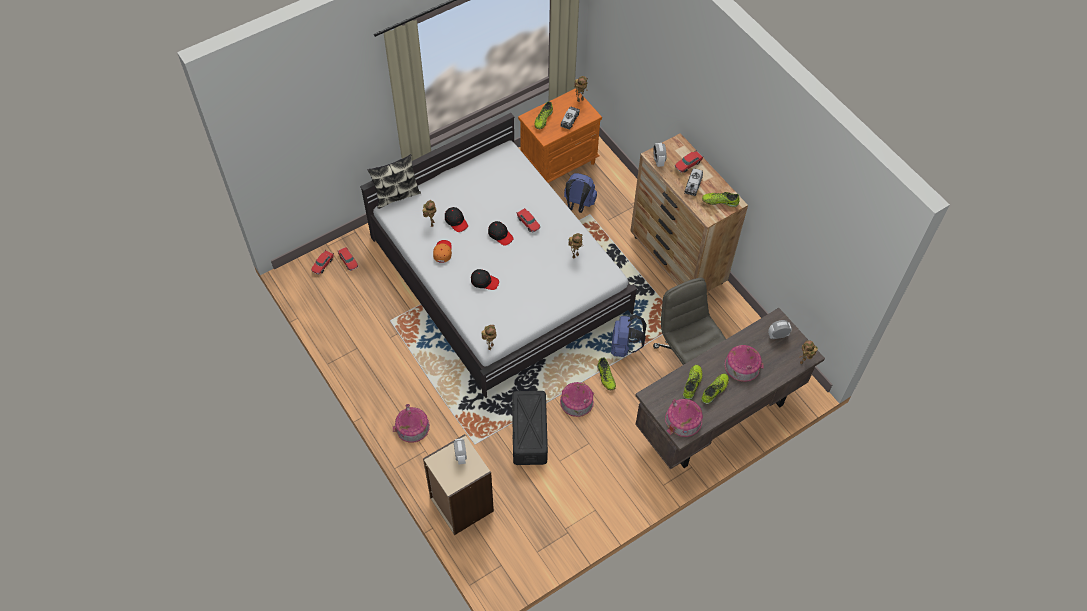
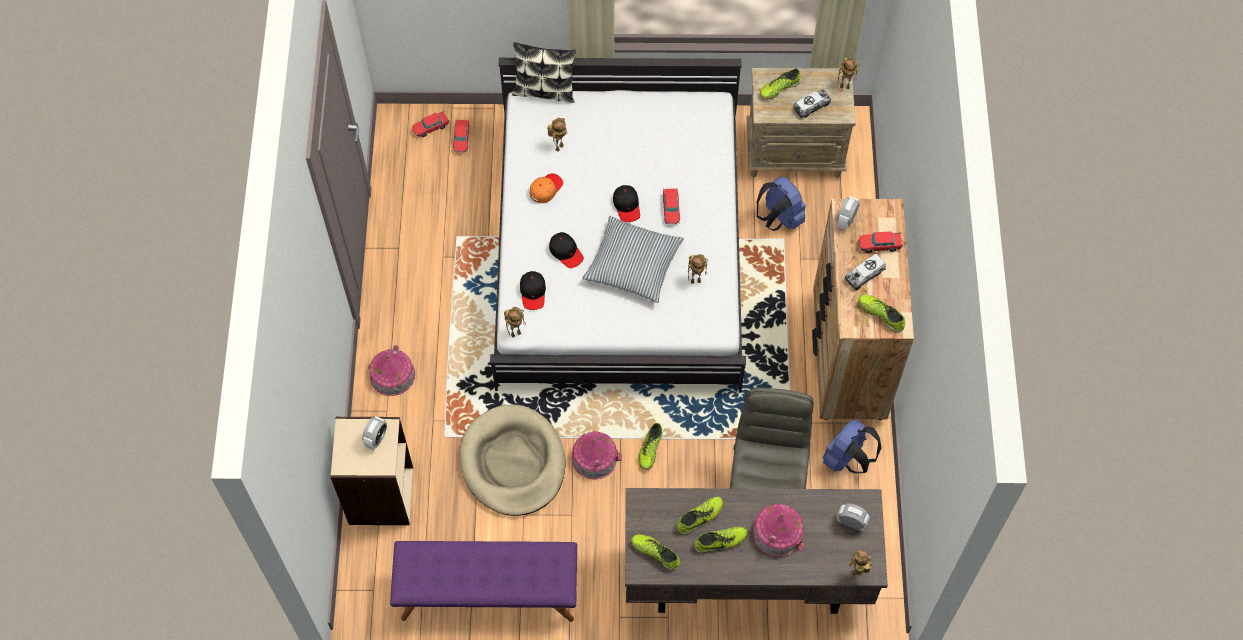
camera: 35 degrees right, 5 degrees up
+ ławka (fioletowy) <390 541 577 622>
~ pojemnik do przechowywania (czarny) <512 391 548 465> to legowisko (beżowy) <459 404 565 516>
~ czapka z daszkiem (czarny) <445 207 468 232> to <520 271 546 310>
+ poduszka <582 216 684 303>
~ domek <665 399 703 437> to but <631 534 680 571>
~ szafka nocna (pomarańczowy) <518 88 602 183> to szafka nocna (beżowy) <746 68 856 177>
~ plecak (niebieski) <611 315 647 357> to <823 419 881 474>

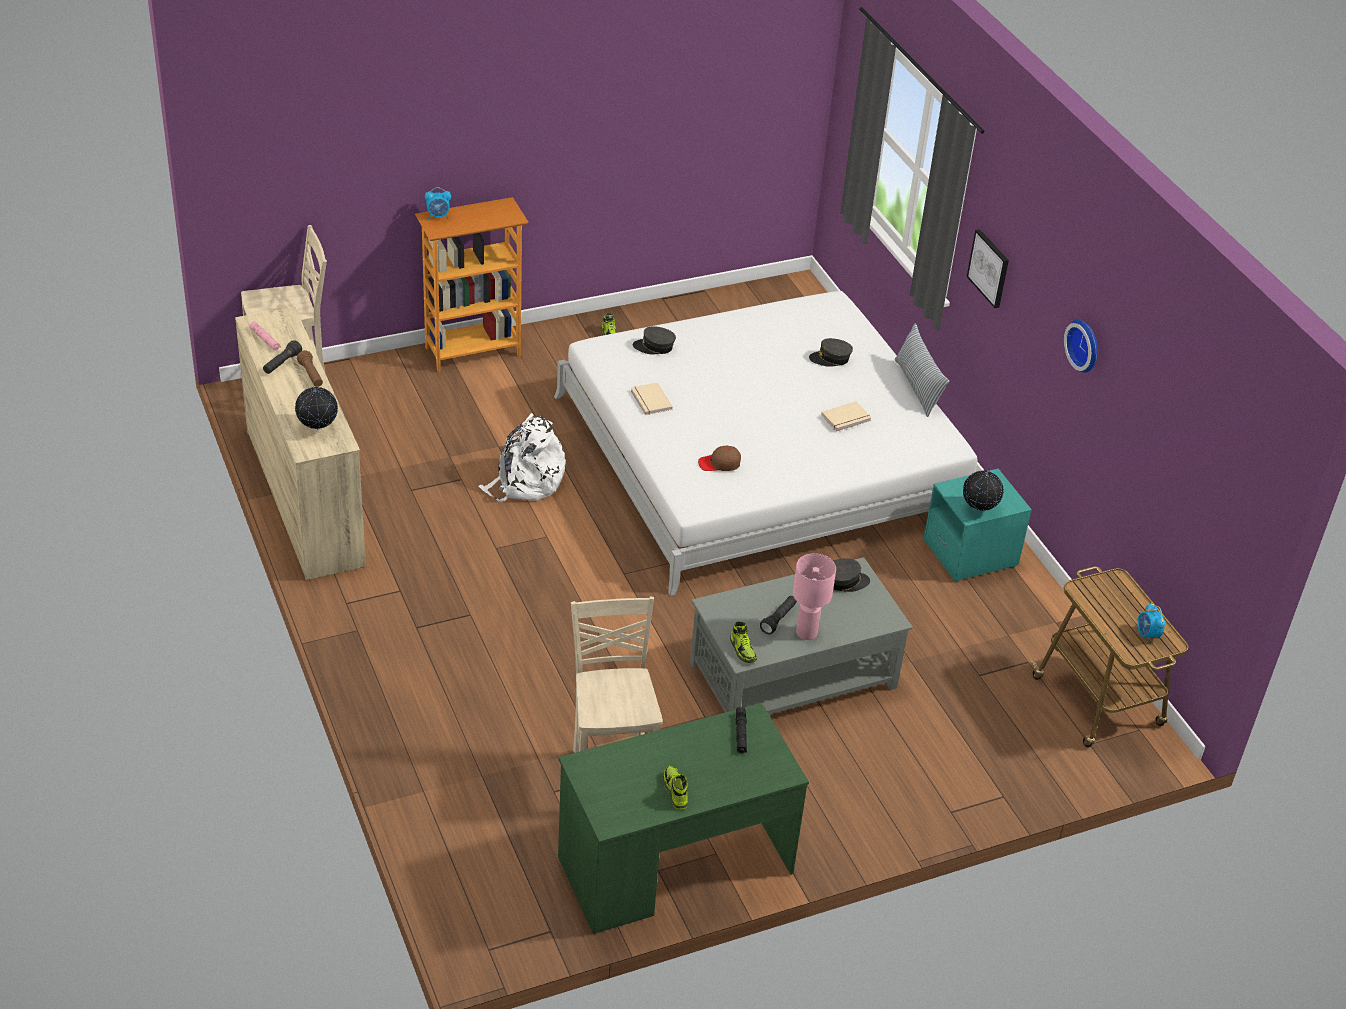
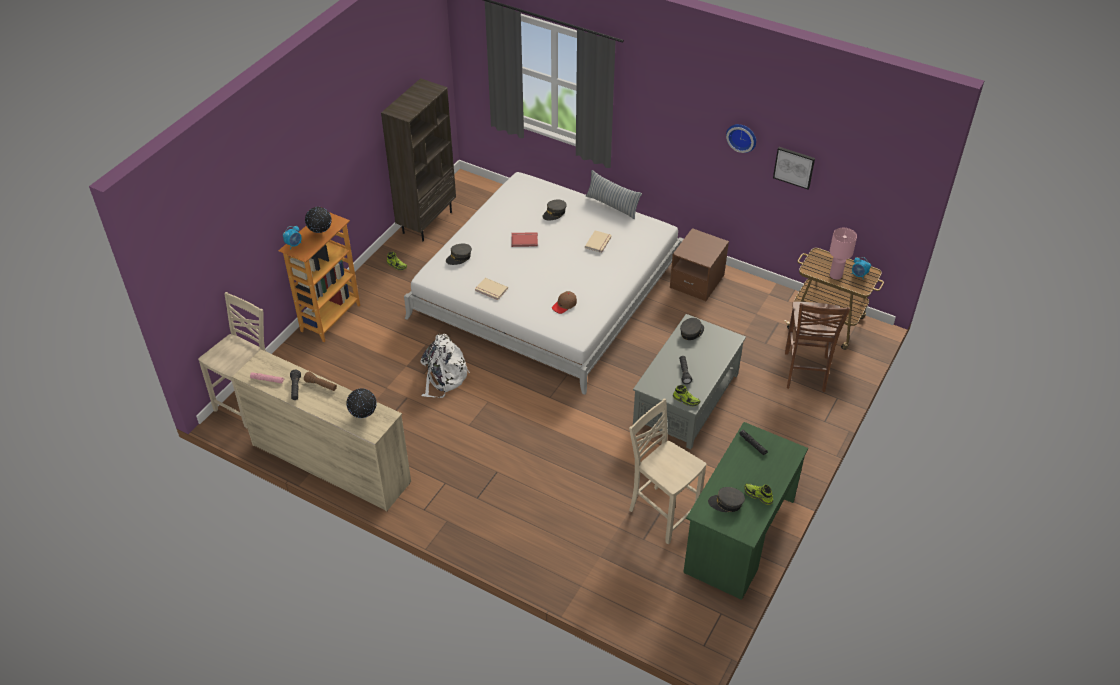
camera: 35 degrees left, 5 degrees up
~ globus <963 470 1004 511> to <305 207 332 233>
+ regał (brązowy) <381 78 456 241>
+ książka (czerwony) <511 232 538 247>
~ szafka nocna (turkusowy) <923 469 1032 582> to szafka nocna (brązowy) <670 228 729 301>
+ czapka z daszkiem (szary) <708 487 745 512>
~ obraz <967 229 1009 308> to <773 147 815 189>
+ krzesło (brązowy) <785 302 850 392>
~ lampa stołowa (różowy) <793 553 836 640> to <830 228 857 280>

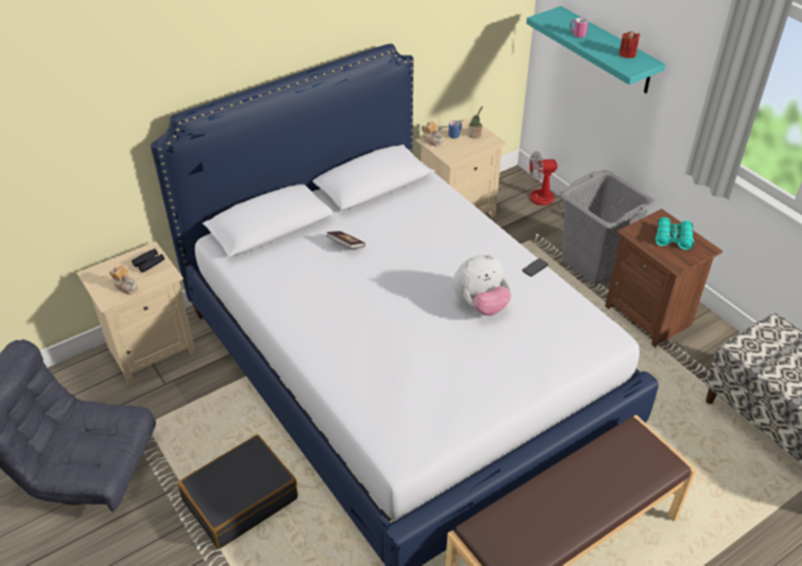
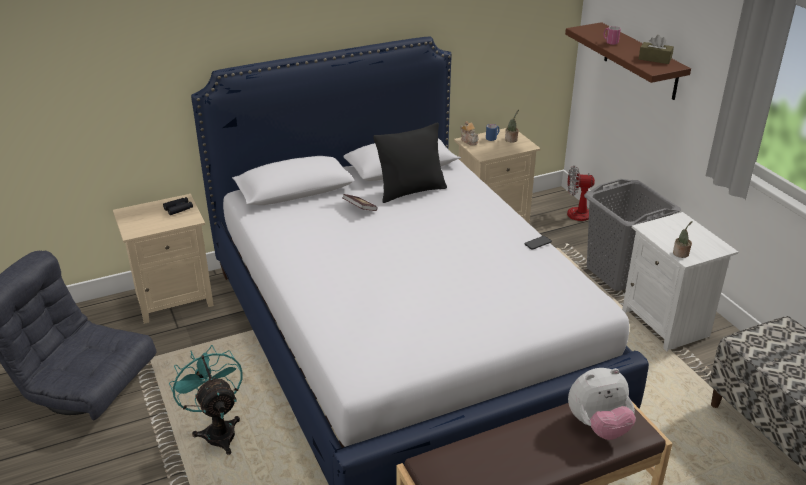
camera: 10 degrees right, 10 degrees down
~ walizka (czarny) <178 435 298 549> to wentylator (turkusowy) <169 345 243 455>
+ poduszka (czarny) <373 122 447 203>
~ półka (turkusowy) <526 6 666 93> to półka (brązowy) <565 22 691 100>
~ pluszak <453 254 511 316> to <568 368 636 440>
~ szafka nocna (brązowy) <605 209 723 348> to szafka nocna (biały) <622 212 738 351>
~ świeca (czerwony) <619 31 640 58> to pudełko chusteczek (brązowy) <639 35 674 64>
+ roślina doniczkowa <673 221 693 258>
- imbryk <110 265 138 294>
- lornetka (turkusowy) <655 217 694 250>

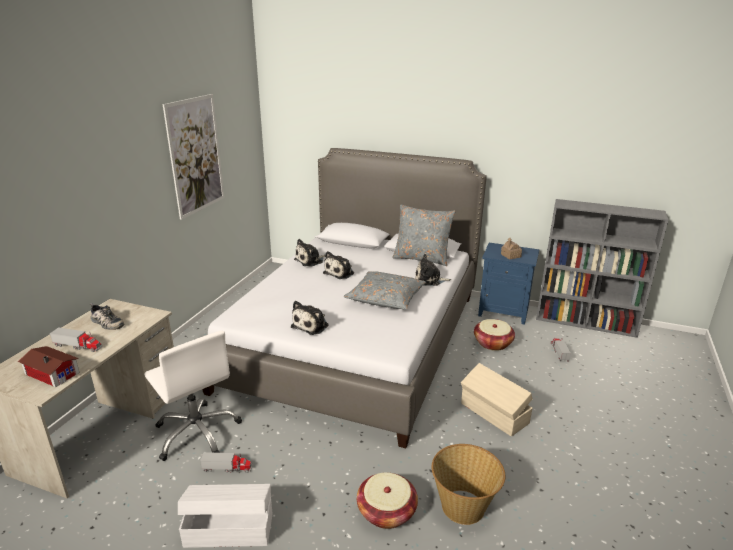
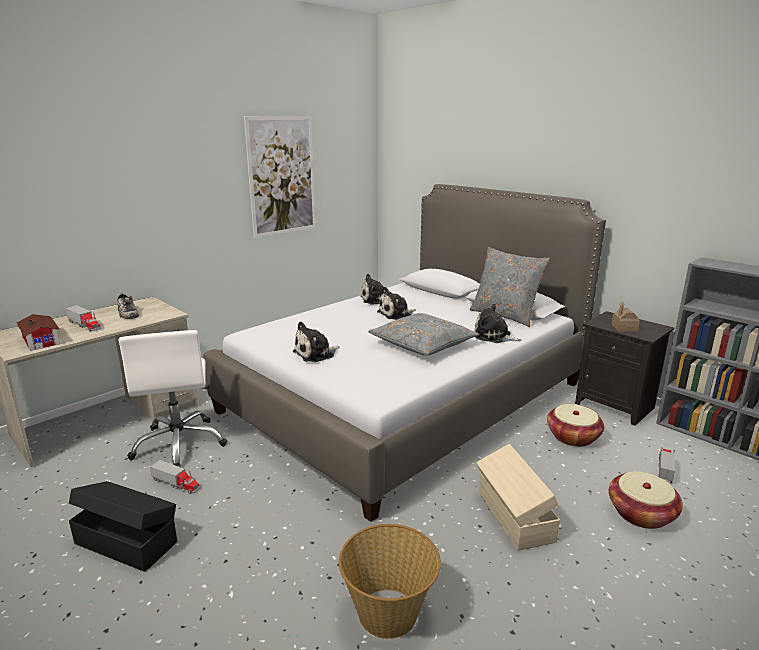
camera: 25 degrees right, 5 degrees down
~ pojemnik do przechowywania (biały) <178 484 272 548> to pojemnik do przechowywania (czarny) <69 481 177 572>
~ szafka nocna (niebieski) <478 243 539 325> to szafka nocna (czarny) <575 311 674 426>
~ koszyk <357 473 418 529> to <609 471 683 529>

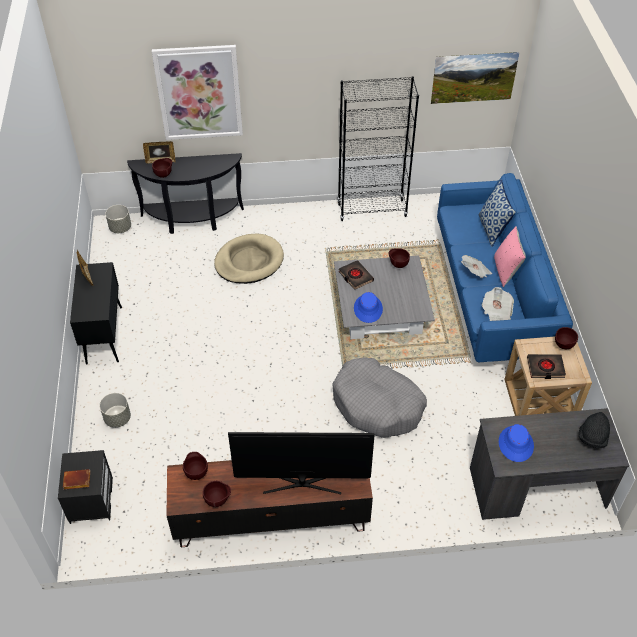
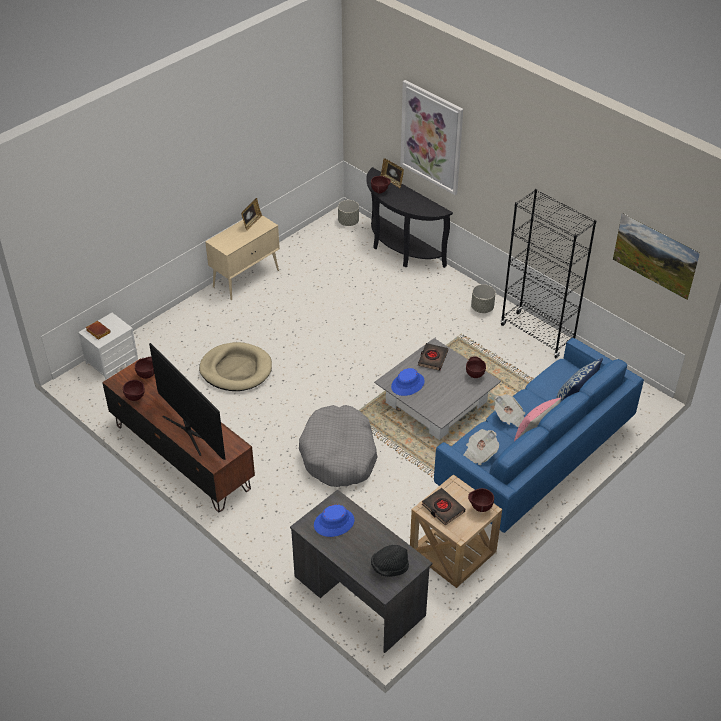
camera: 50 degrees right, 5 degrees down
~ szafka nocna (czarny) <58 450 113 524> to szafka nocna (biały) <78 313 138 380>
~ legowisko (beżowy) <214 234 284 284> to <199 342 272 391>
~ szafka (czarny) <70 262 122 365> to szafka (beżowy) <205 215 280 300>
~ donica (szary) <100 393 131 428> to <471 284 496 313>

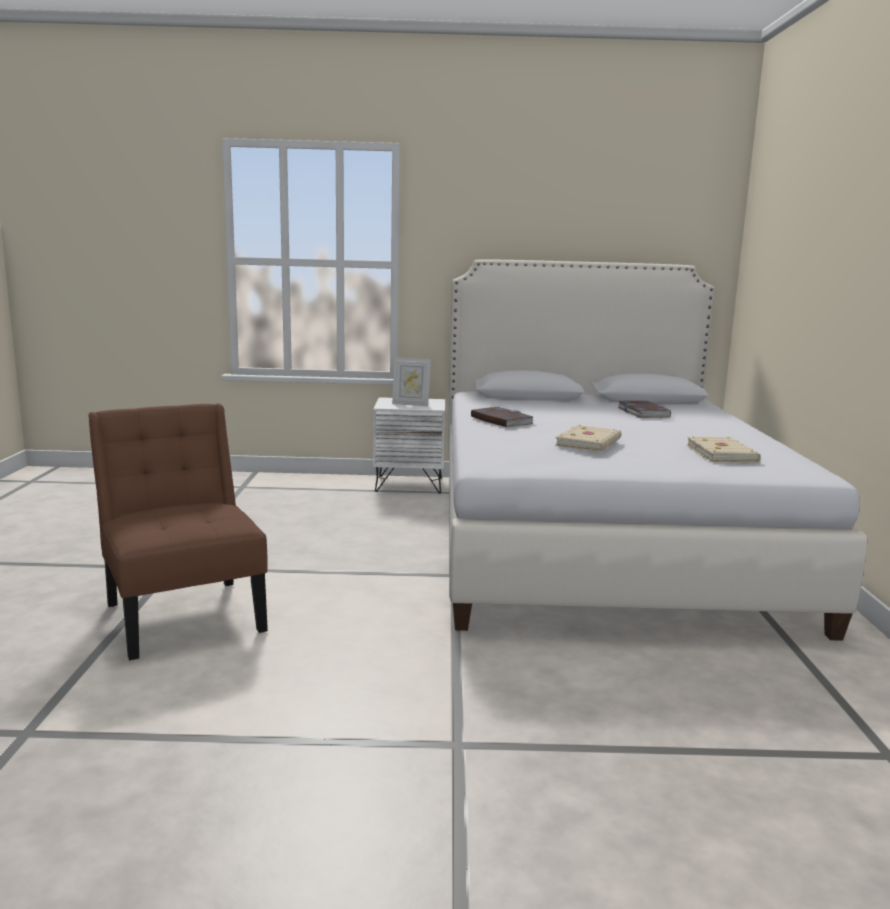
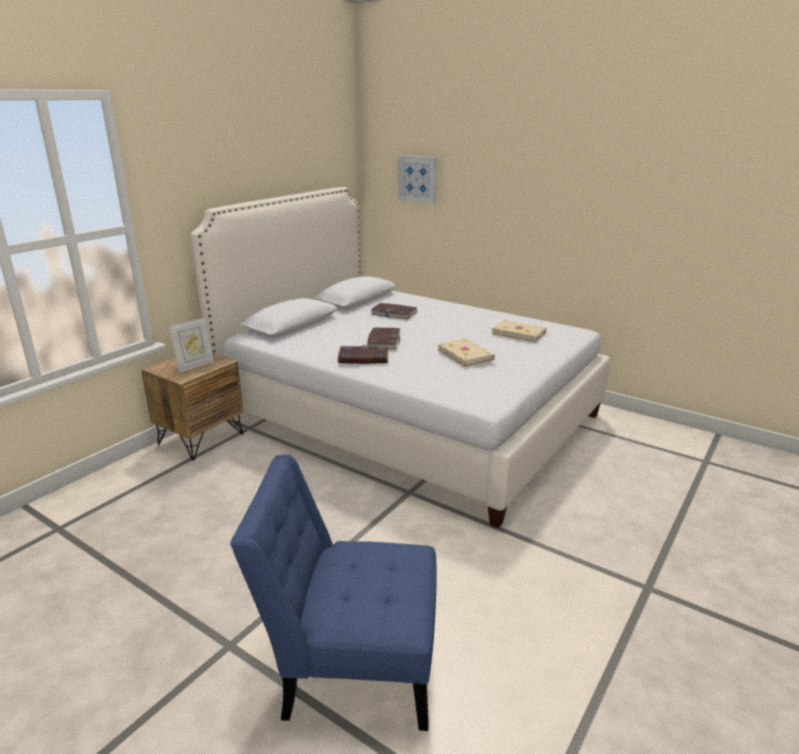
camera: 55 degrees left, 10 degrees up
~ szafka nocna (biały) <373 397 445 494> to szafka nocna (brązowy) <141 353 244 460>
~ krzesło (brązowy) <88 403 268 660> to krzesło (niebieski) <230 455 437 731>
+ książka <367 328 401 350>
+ obraz <398 155 437 204>

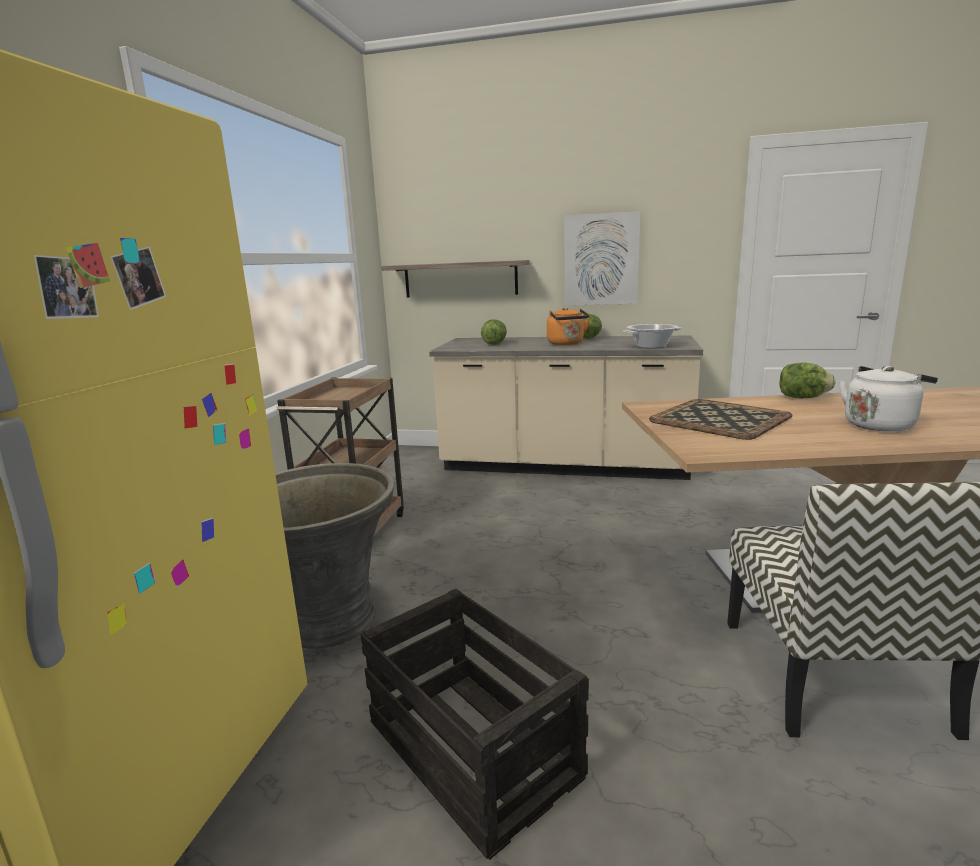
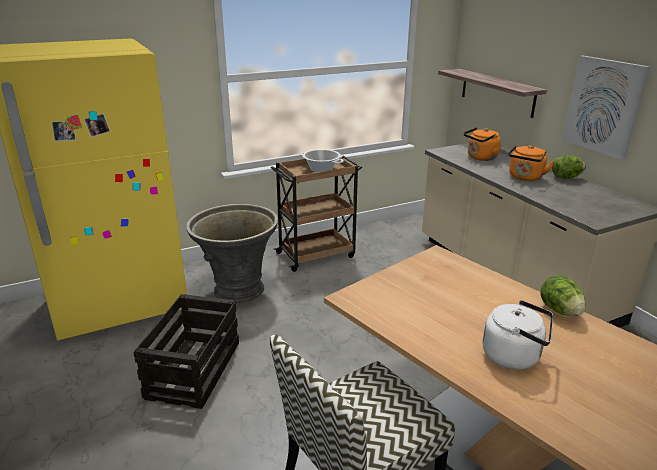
camera: 50 degrees right, 10 degrees up
~ garnek <622 324 681 348> to <300 149 344 172>
~ sałata <481 319 507 345> to czajnik (pomarańczowy) <464 127 501 161>
- taca <649 399 793 440>

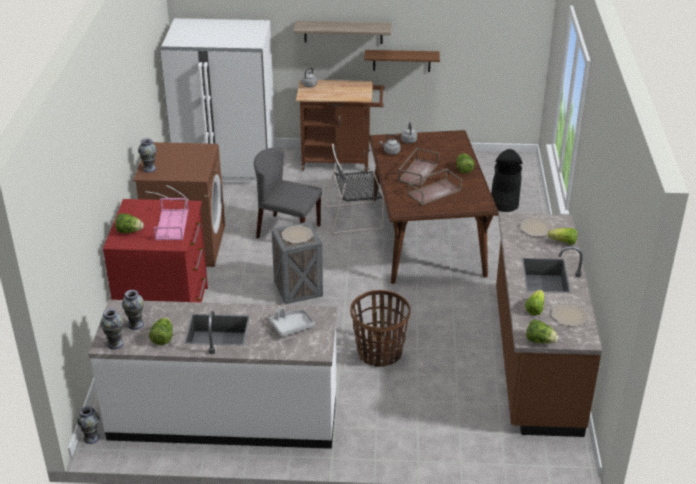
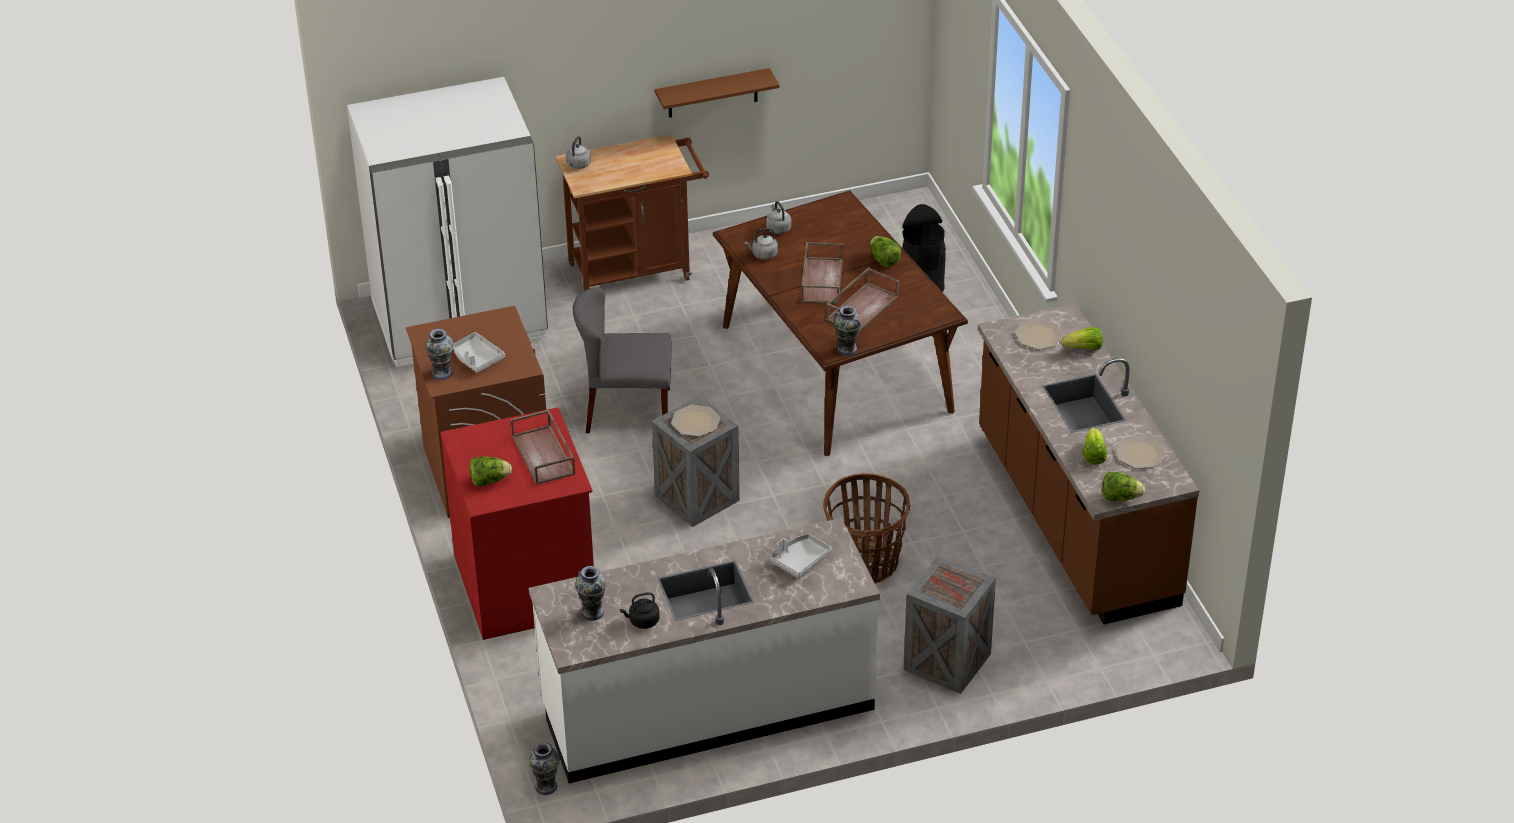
camera: 20 degrees left, 5 degrees up
+ taca (szary) <453 332 505 373>
~ taca (różowy) <154 198 188 240> to taca (brązowy) <510 409 575 485>
~ sałata <149 317 173 345> to czajnik (czarny) <620 592 660 629>
~ wazon <100 308 124 349> to <833 306 862 356>
+ skrzynka <904 555 996 694>
- półka <294 21 391 44>
- krzesło (czarny) <325 144 384 234>

